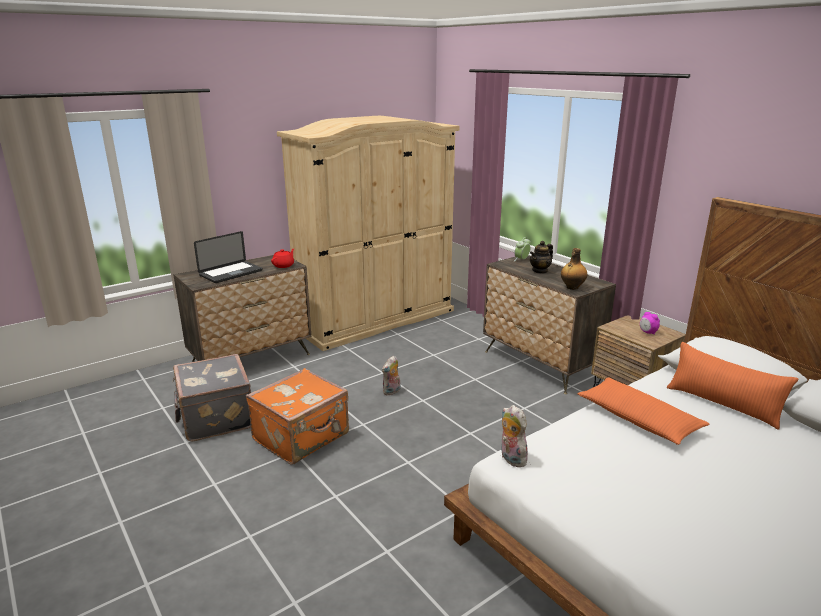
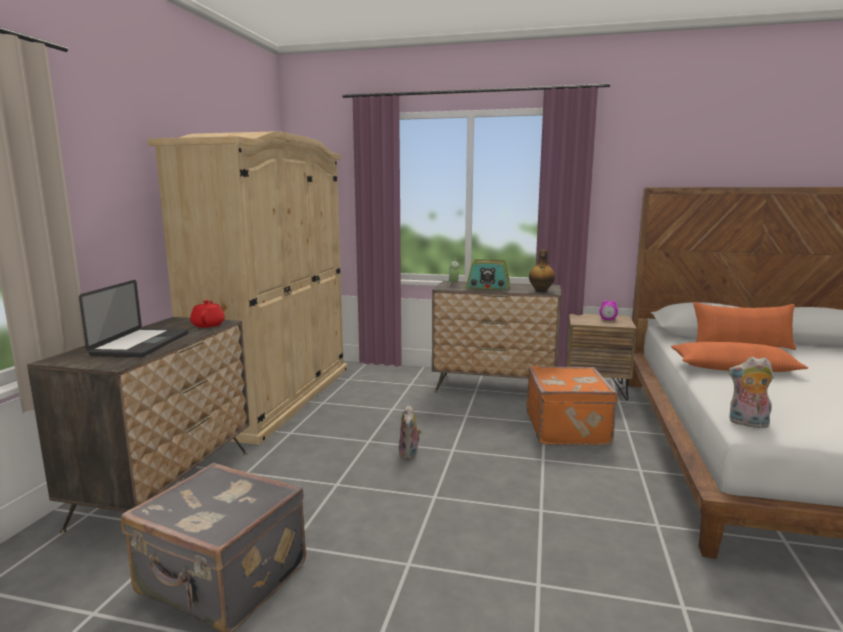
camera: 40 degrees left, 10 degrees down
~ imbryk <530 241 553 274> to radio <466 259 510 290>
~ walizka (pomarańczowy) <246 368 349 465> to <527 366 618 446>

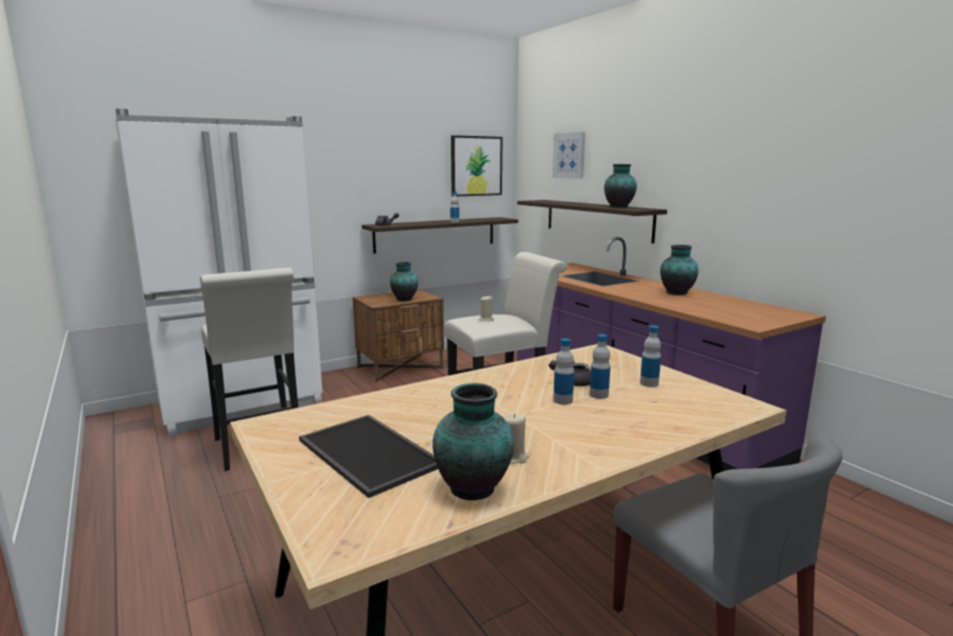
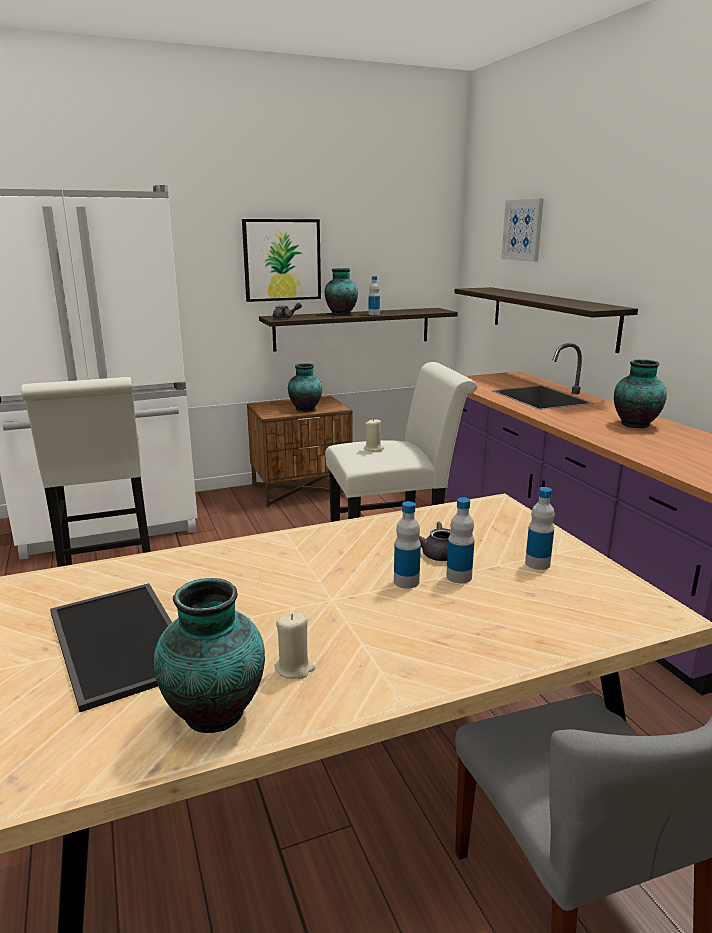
camera: 10 degrees right, 5 degrees up
~ obraz <451 135 503 196> to <242 219 321 302>
~ wazon <604 164 637 208> to <325 268 358 315>

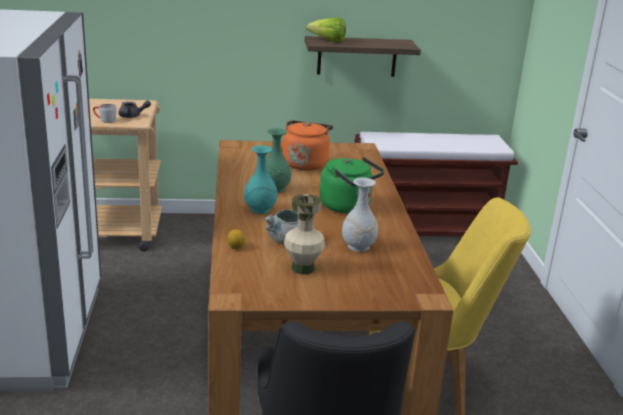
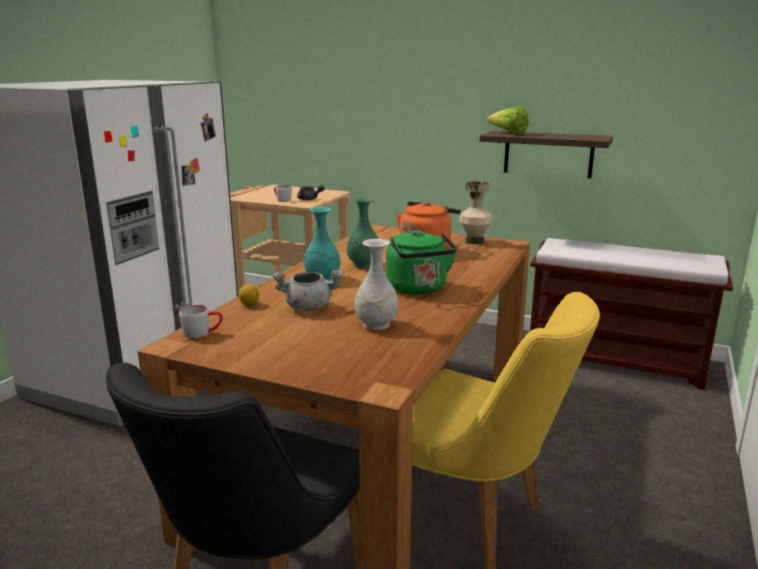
camera: 30 degrees right, 5 degrees down
+ kubek (szary) <179 305 223 338>
~ wazon (beżowy) <284 194 325 274> to <460 181 492 244>

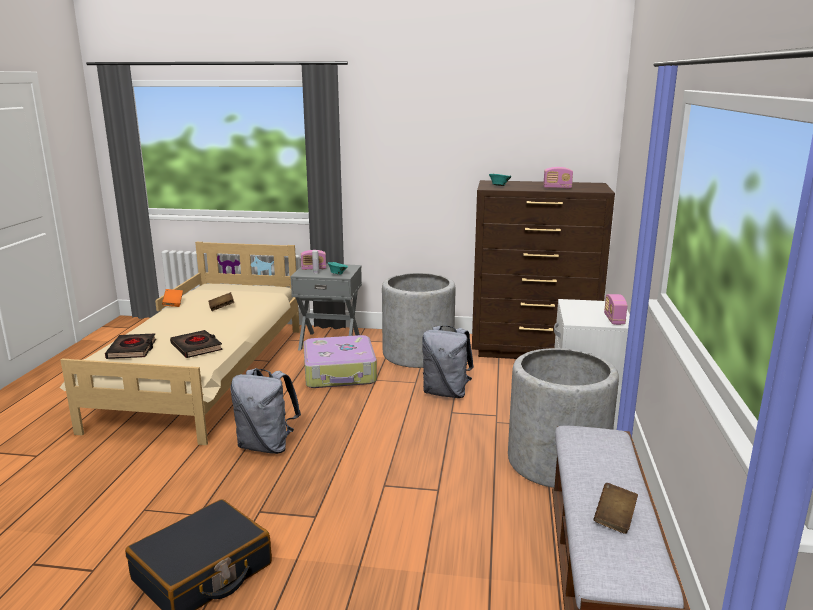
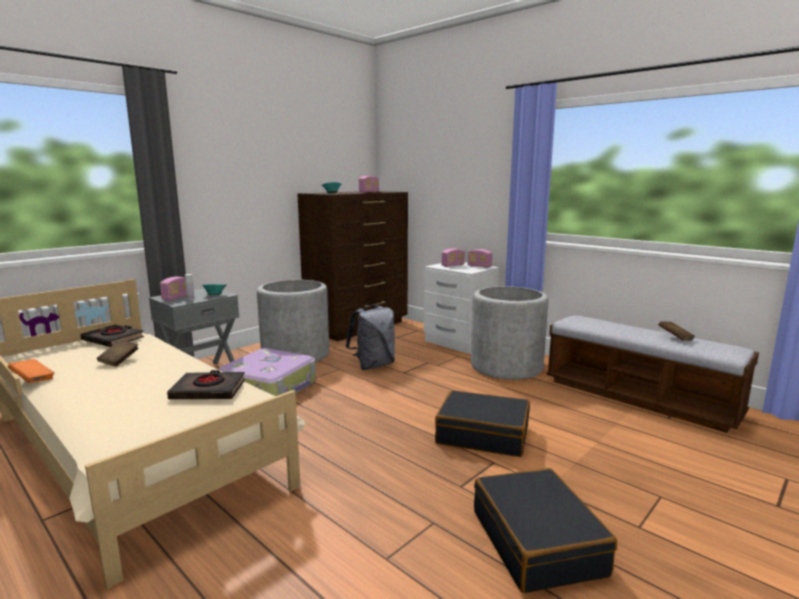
camera: 55 degrees left, 5 degrees down
~ książka (czarny) <105 333 156 359> to <81 325 144 347>
+ walizka (czarny) <435 390 530 457>
+ radio <441 248 465 267>
- plecak (szary) <230 368 301 454>

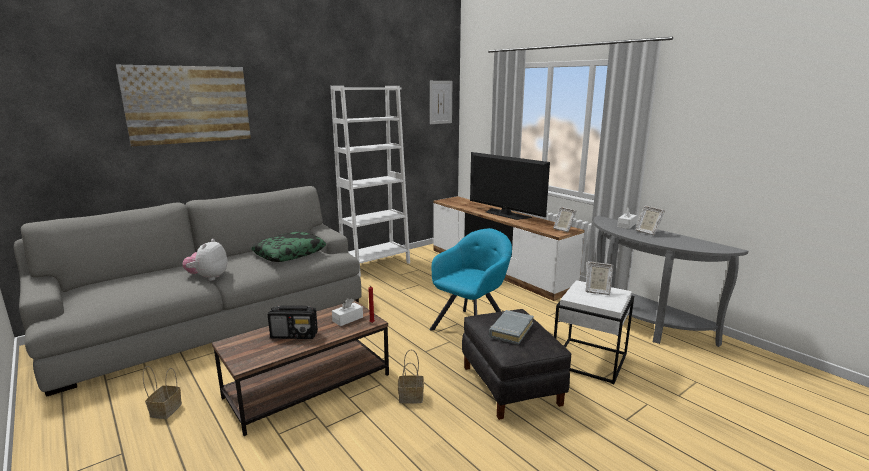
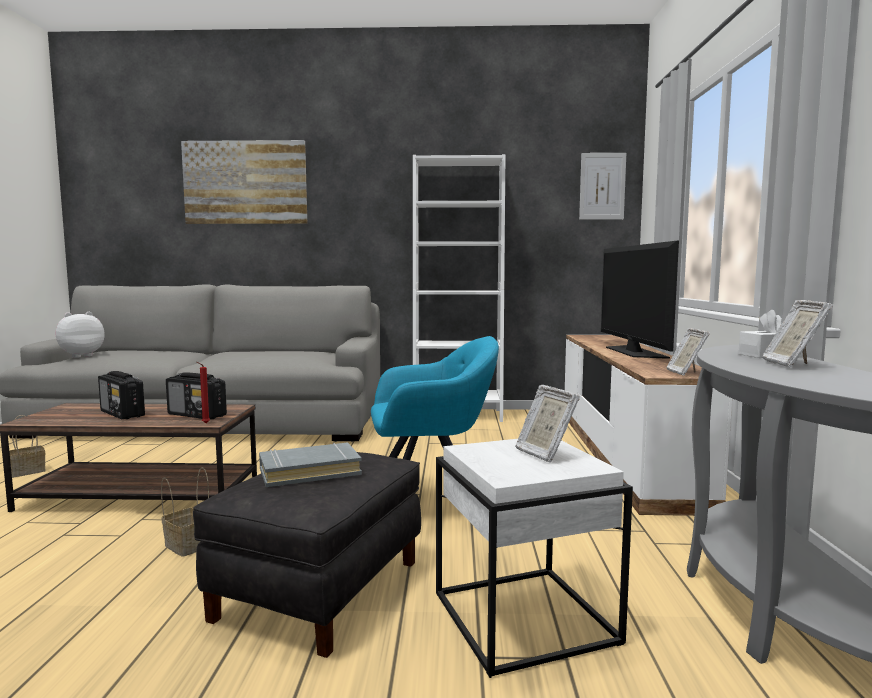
camera: 40 degrees right, 10 degrees down
~ pluszak <182 239 228 281> to <56 312 105 358>
~ pudełko chusteczek (biały) <332 298 363 326> to radio <166 372 227 419>
- poduszka <251 232 326 262>

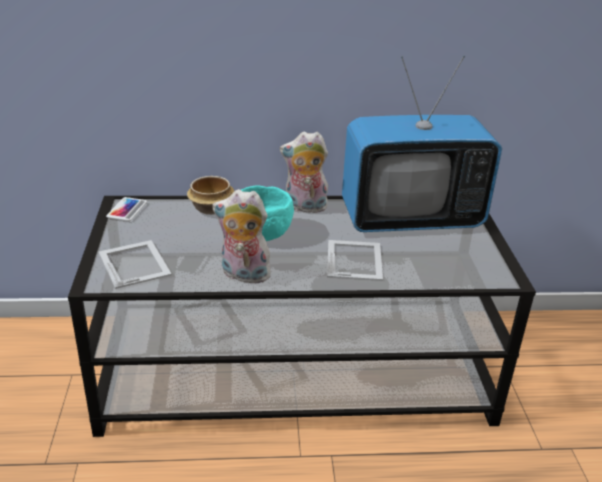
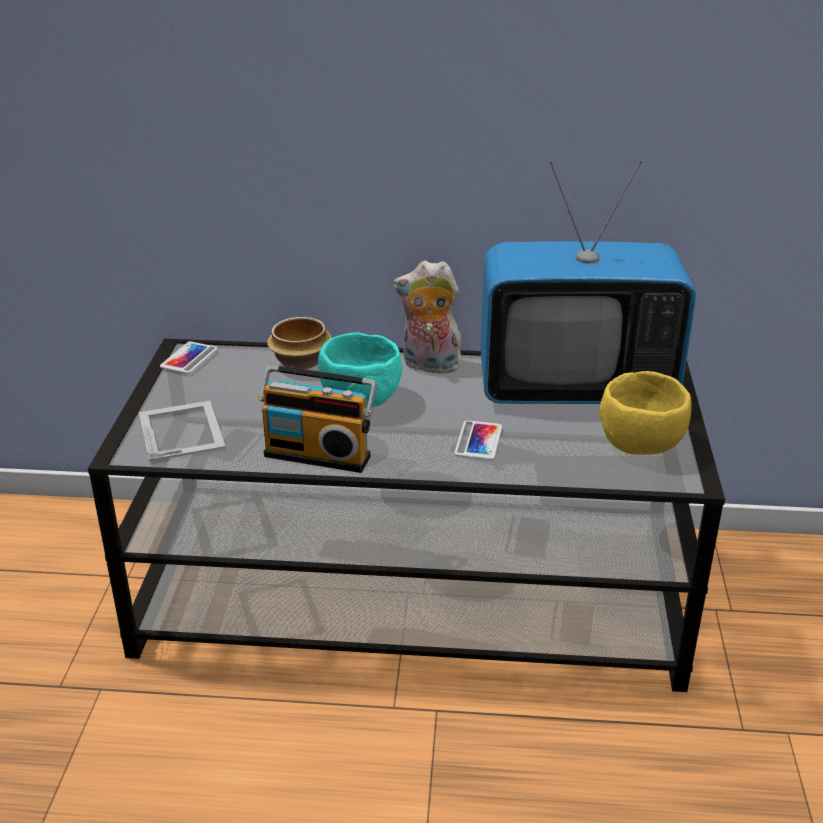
camera: 10 degrees right, 0 degrees up
~ pluszak <212 189 275 284> to radio <258 365 377 473>
~ ramka na zdjęcie <327 240 383 281> to telefon <454 420 502 460>
+ miska (żółty) <599 371 691 455>

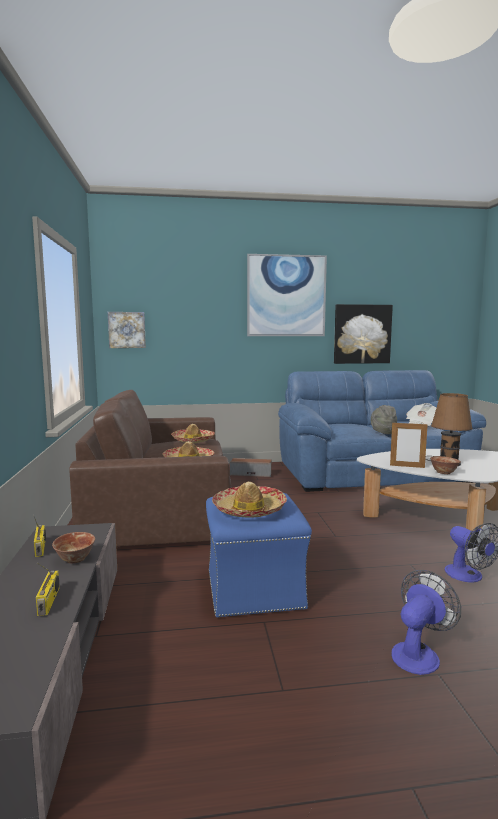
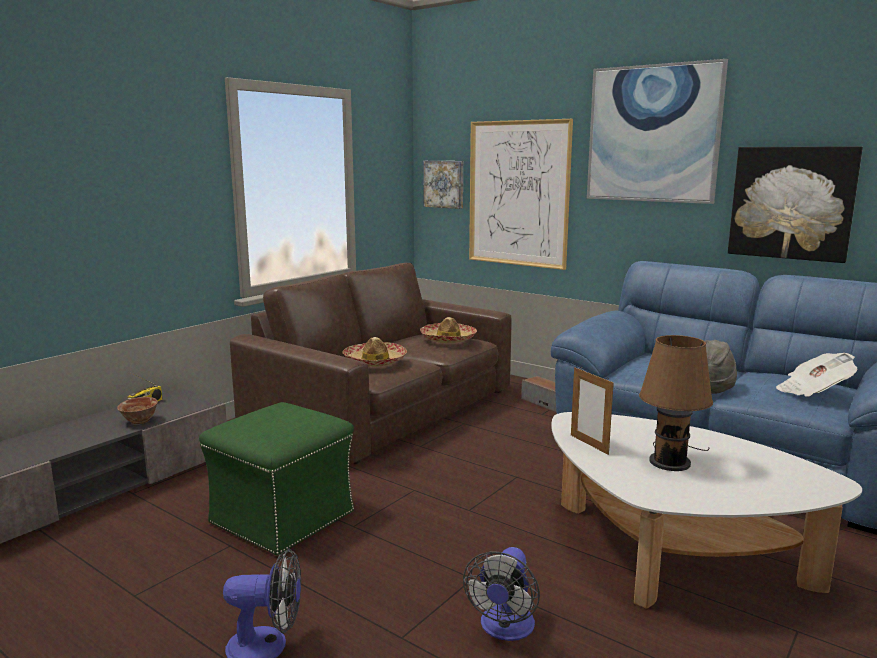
camera: 45 degrees right, 5 degrees up
~ pufa (niebieski) <206 493 312 617> to pufa (zielony) <199 402 354 556>
+ obraz <469 119 573 270>
- radio <36 563 60 616>
- kapelusz <212 482 287 518>
- miska <430 456 461 474>

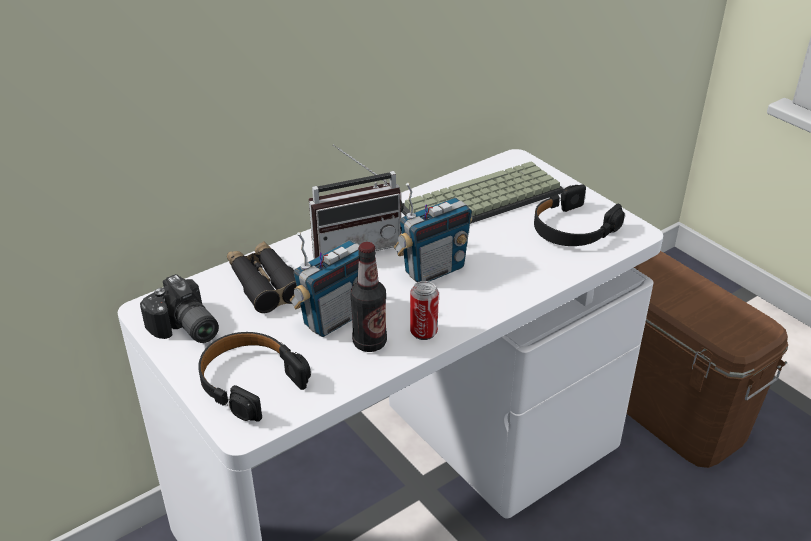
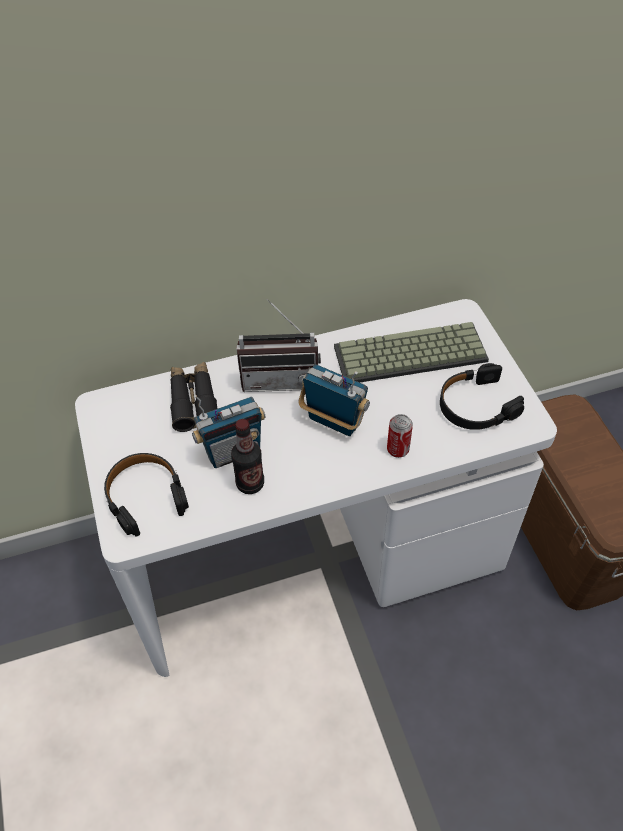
camera: 20 degrees right, 15 degrees up
~ radio <394 183 473 282> = <298 364 370 436> 135 degrees counterclockwise
~ puszka <410 281 439 340> to <387 414 413 458>
- aparat fotograficzny <140 274 219 343>

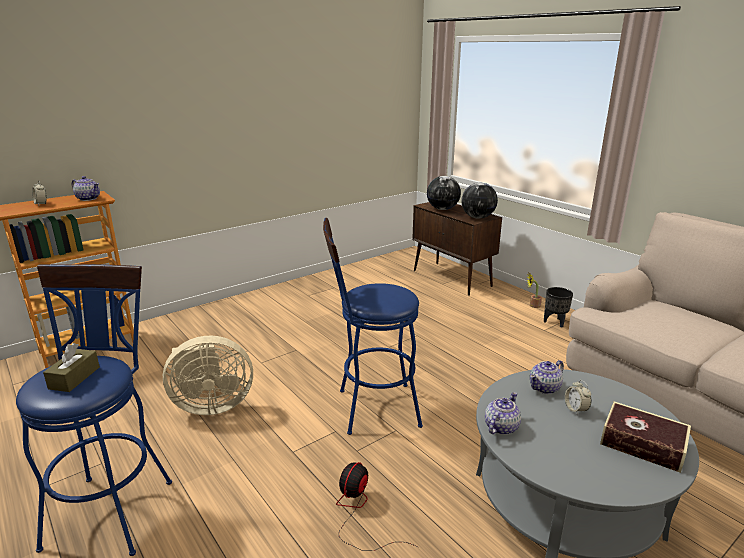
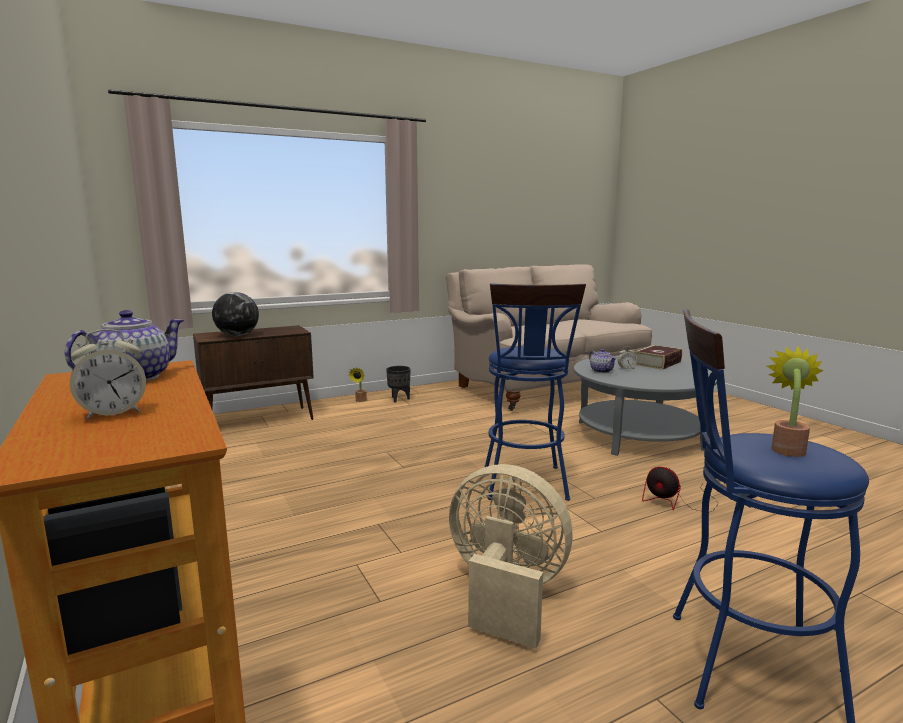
camera: 80 degrees left, 10 degrees down
~ wentylator (beżowy) <163 336 253 415> = <449 464 573 649> 60 degrees counterclockwise
~ pudełko chusteczek (brązowy) <43 343 100 392> to roślina doniczkowa <767 346 823 457>
- globus <461 183 498 219>
- imbryk <485 392 521 435>

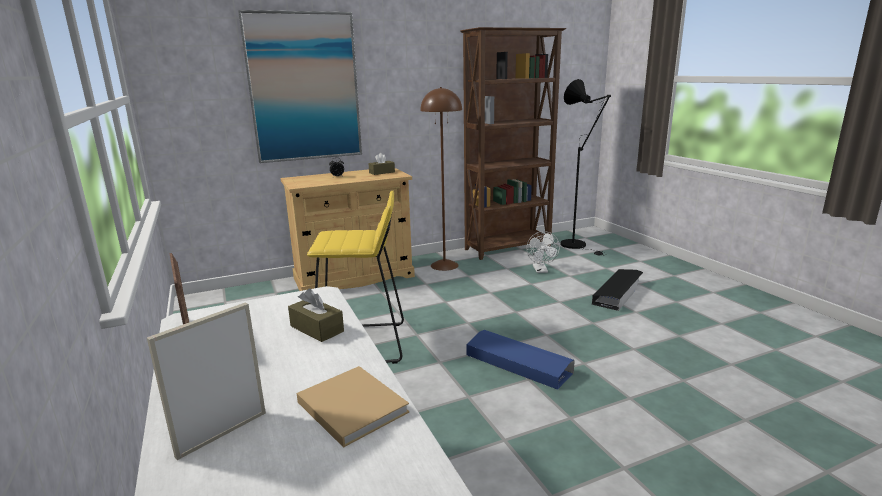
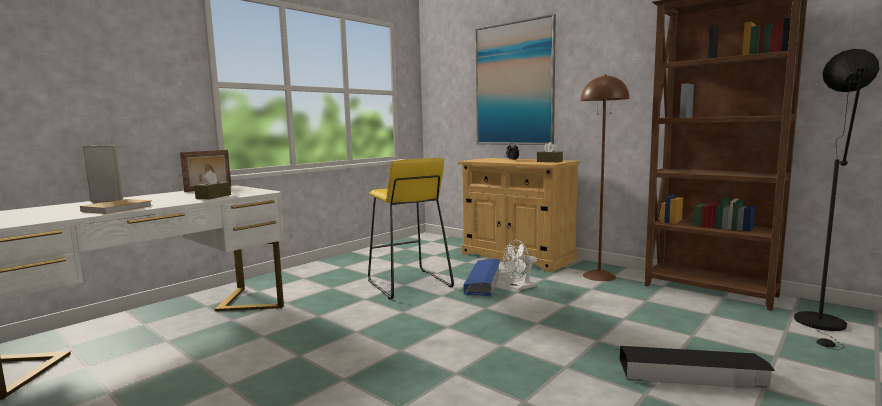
camera: 65 degrees right, 10 degrees down
~ pojemnik do przechowywania (niebieski) <466 330 575 390> to <464 258 501 296>
~ wentylator (biały) <526 231 560 273> to <503 240 537 290>

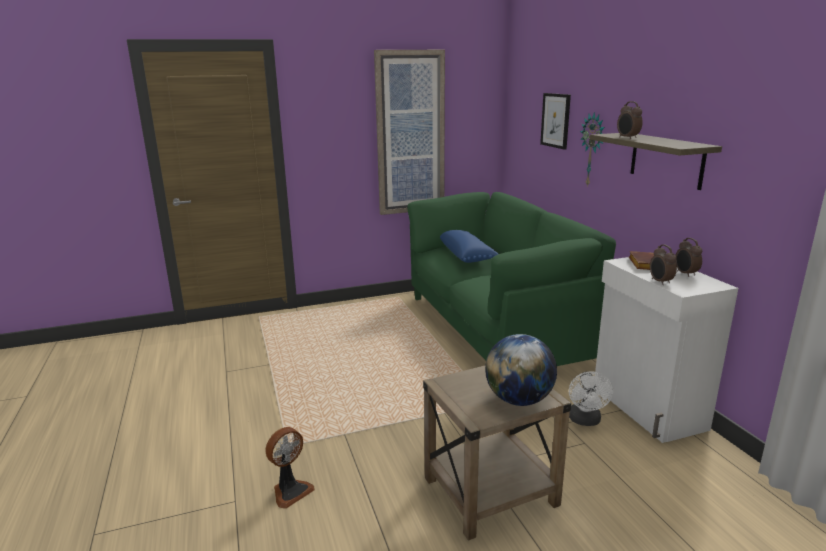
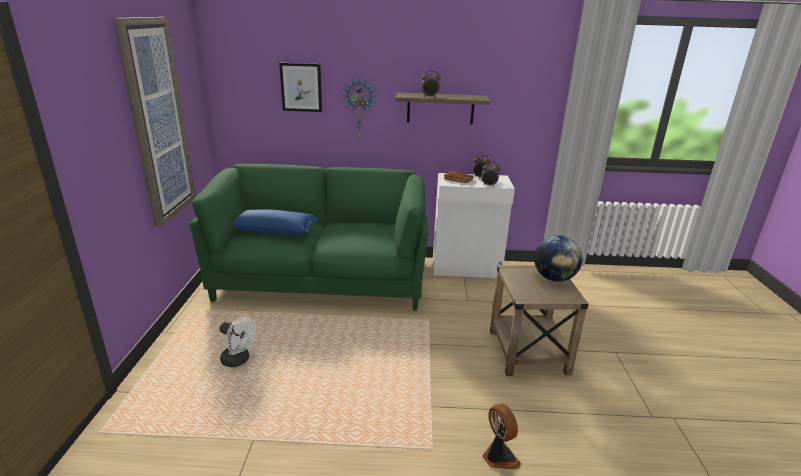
camera: 70 degrees left, 5 degrees up
~ wentylator (biały) <569 371 613 426> to <220 316 256 367>

